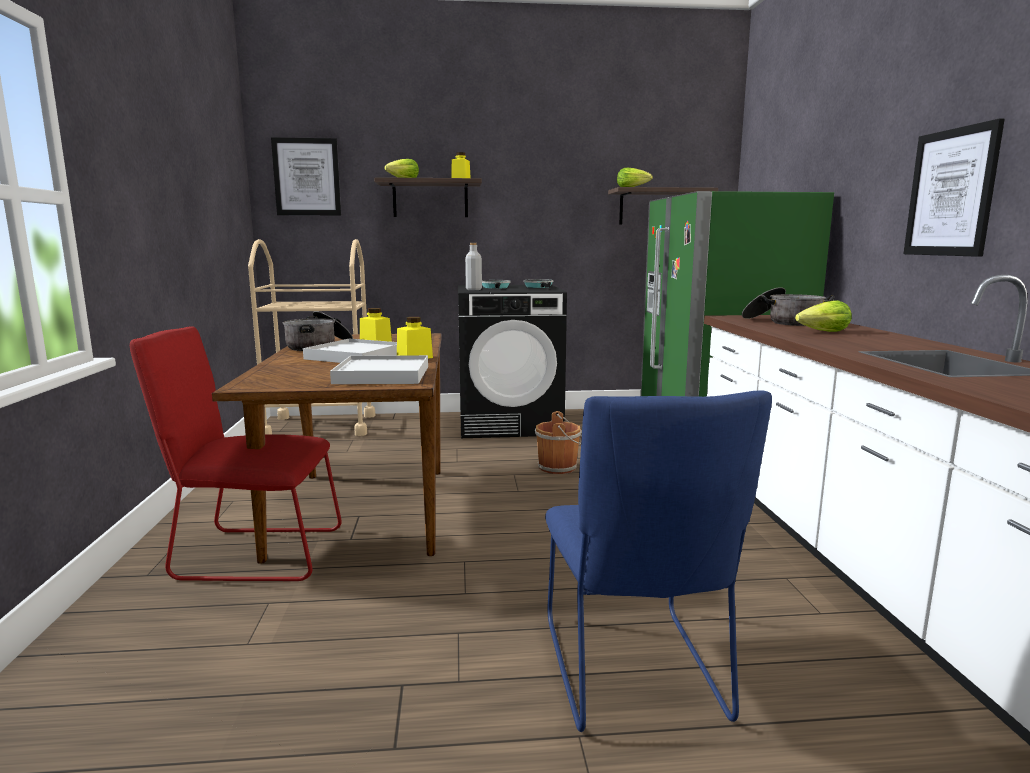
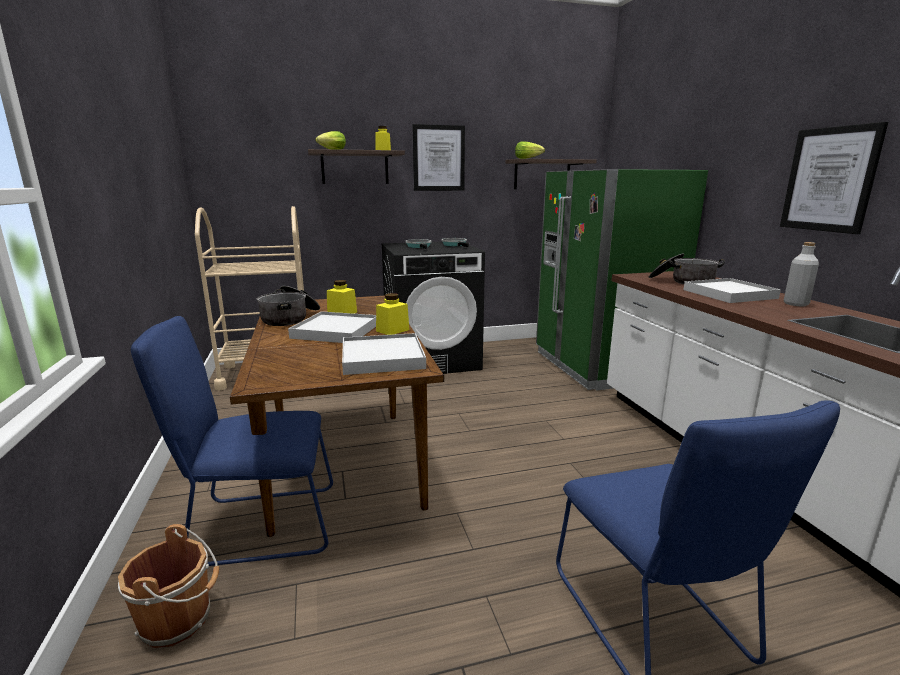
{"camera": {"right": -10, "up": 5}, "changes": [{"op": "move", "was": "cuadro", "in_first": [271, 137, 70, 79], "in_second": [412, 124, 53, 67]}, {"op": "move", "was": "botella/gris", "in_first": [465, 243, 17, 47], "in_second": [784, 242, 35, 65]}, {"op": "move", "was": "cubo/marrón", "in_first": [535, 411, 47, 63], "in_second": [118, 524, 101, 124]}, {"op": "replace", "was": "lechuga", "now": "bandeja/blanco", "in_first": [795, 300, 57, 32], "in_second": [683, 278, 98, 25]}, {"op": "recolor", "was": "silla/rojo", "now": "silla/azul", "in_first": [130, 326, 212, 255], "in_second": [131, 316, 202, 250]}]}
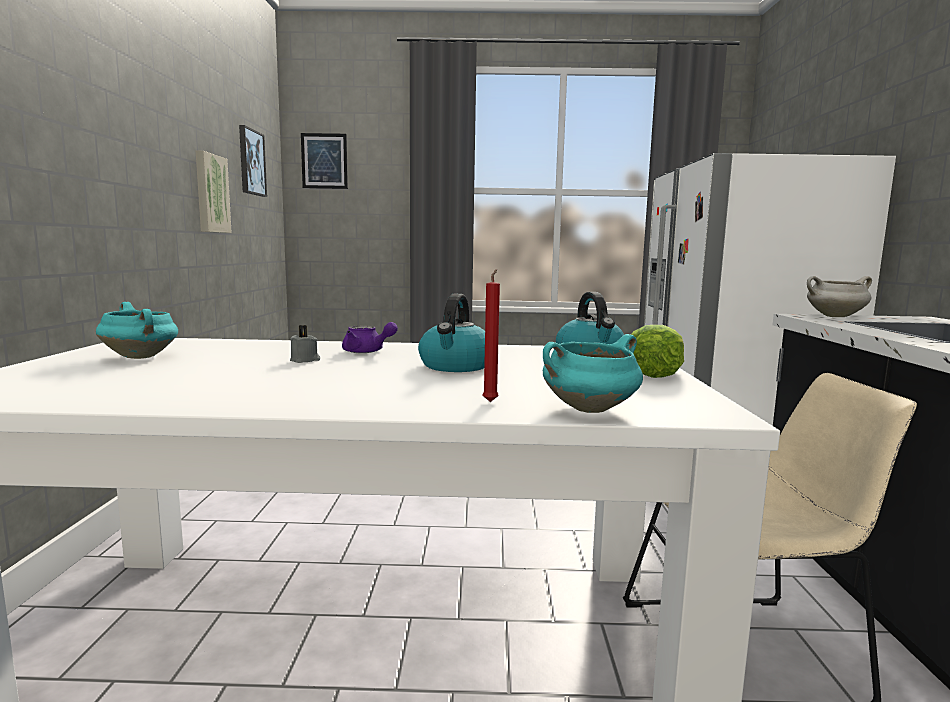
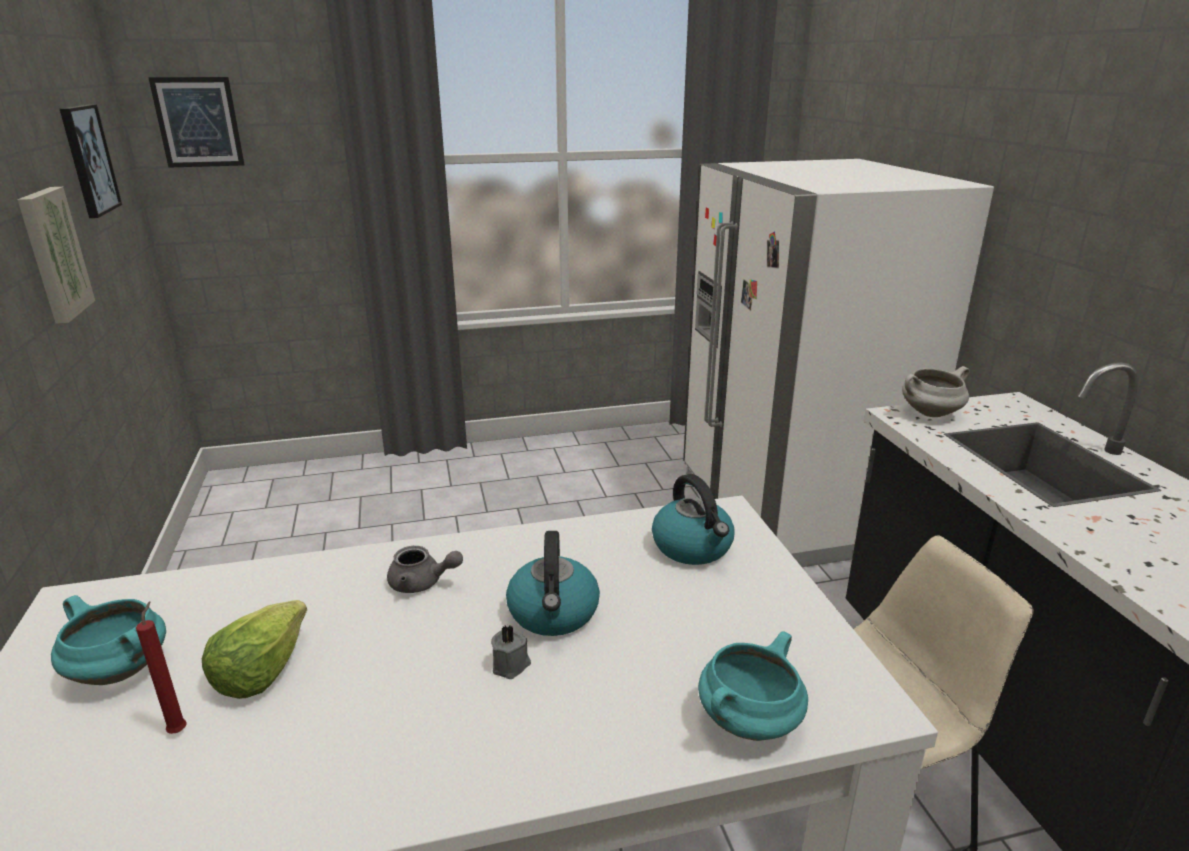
{"camera": {"right": -15, "up": 15}, "changes": [{"op": "move", "was": "vela/gris", "in_first": [290, 325, 30, 38], "in_second": [491, 626, 40, 53]}, {"op": "move", "was": "vela/rojo", "in_first": [482, 269, 18, 133], "in_second": [136, 601, 51, 133]}, {"op": "move", "was": "lechuga", "in_first": [631, 325, 53, 53], "in_second": [202, 600, 105, 99]}, {"op": "recolor", "was": "tetera/morado", "now": "tetera/gris", "in_first": [342, 322, 56, 31], "in_second": [387, 546, 76, 47]}]}
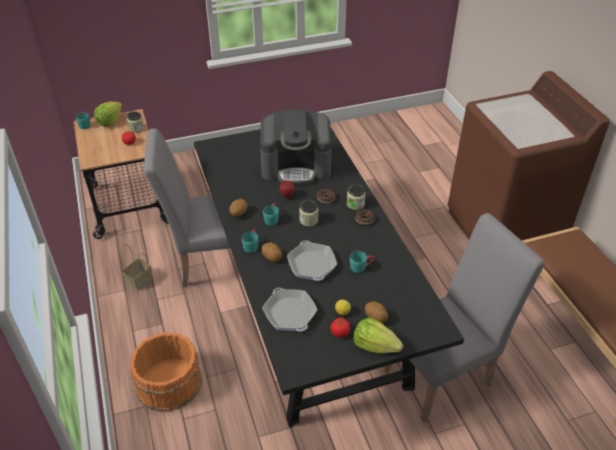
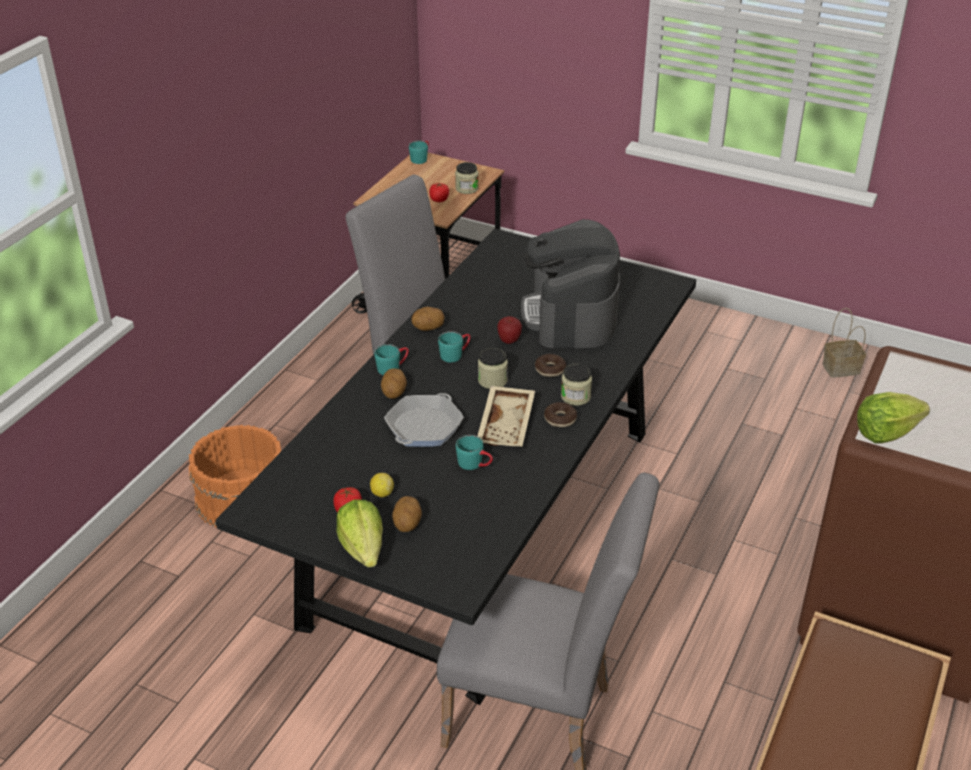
{"camera": {"right": 45, "up": -5}, "changes": [{"op": "delete", "was": "sartén", "in_first": [262, 288, 56, 43]}, {"op": "insert", "now": "bandeja/beis", "in_second": [477, 386, 58, 61]}, {"op": "move", "was": "lechuga", "in_first": [94, 102, 28, 25], "in_second": [857, 392, 73, 51]}, {"op": "move", "was": "cesta", "in_first": [120, 244, 33, 46], "in_second": [823, 308, 43, 70]}, {"op": "rotate", "was": "cafetera", "in_first": [260, 109, 72, 75], "in_second": [521, 219, 99, 129], "clockwise": 45}]}
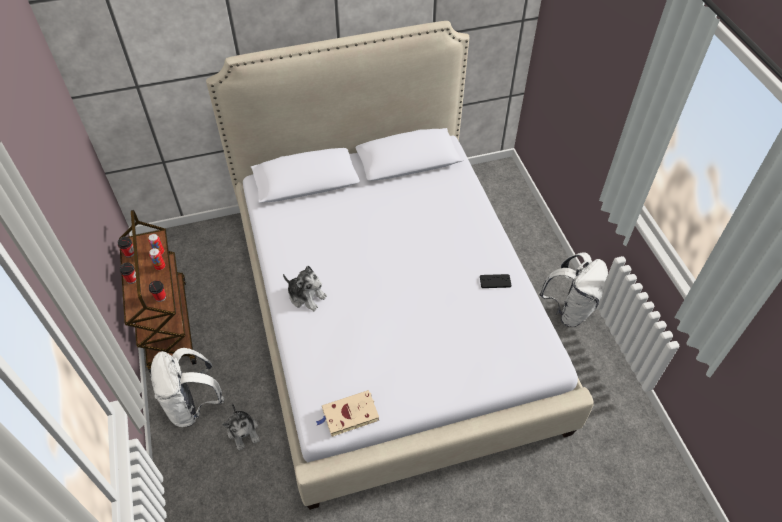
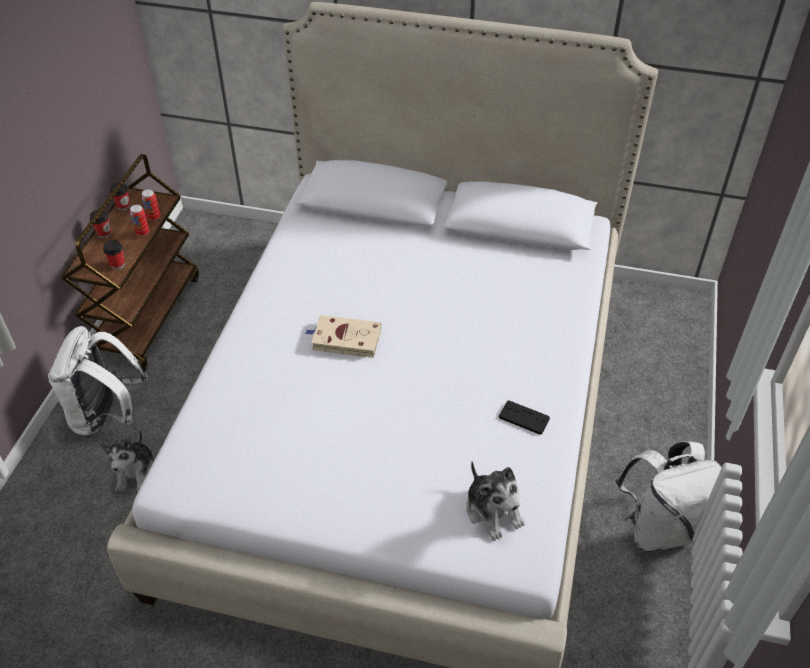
{"camera": {"right": 30, "up": -5}, "changes": [{"op": "move", "was": "peluche", "in_first": [283, 266, 44, 45], "in_second": [466, 461, 59, 80]}, {"op": "move", "was": "libro/beis", "in_first": [316, 390, 63, 47], "in_second": [305, 315, 76, 43]}]}
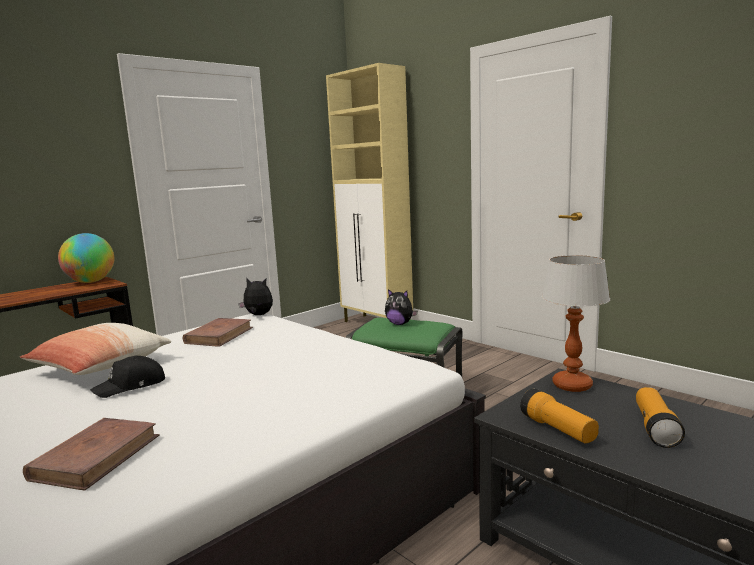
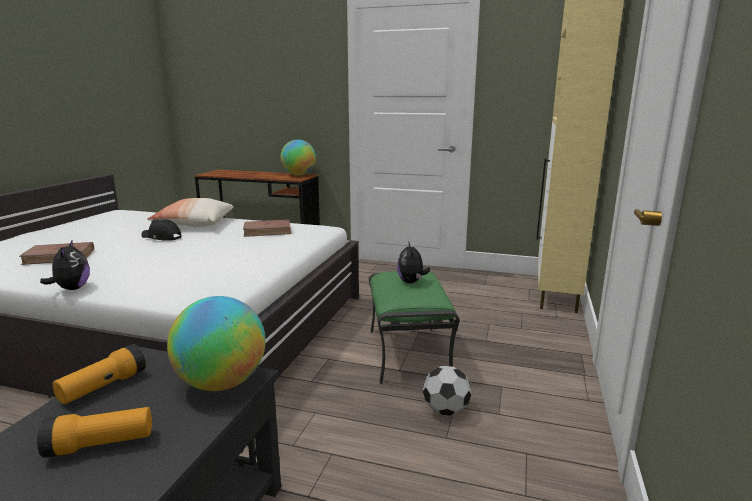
{"camera": {"right": 60, "up": 5}, "changes": [{"op": "insert", "now": "balón de fútbol", "in_second": [423, 366, 48, 50]}, {"op": "move", "was": "peluche", "in_first": [238, 279, 35, 36], "in_second": [40, 239, 50, 51]}, {"op": "replace", "was": "lámpara de mesa", "now": "globo terráqueo", "in_first": [542, 255, 68, 137], "in_second": [167, 296, 99, 95]}]}
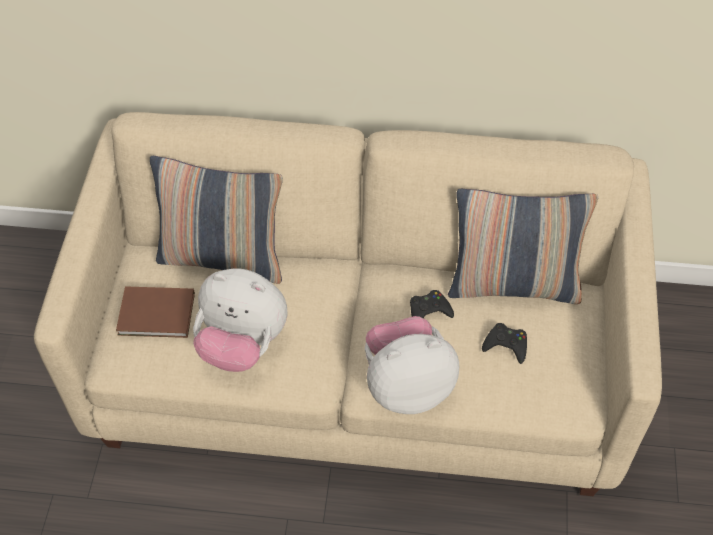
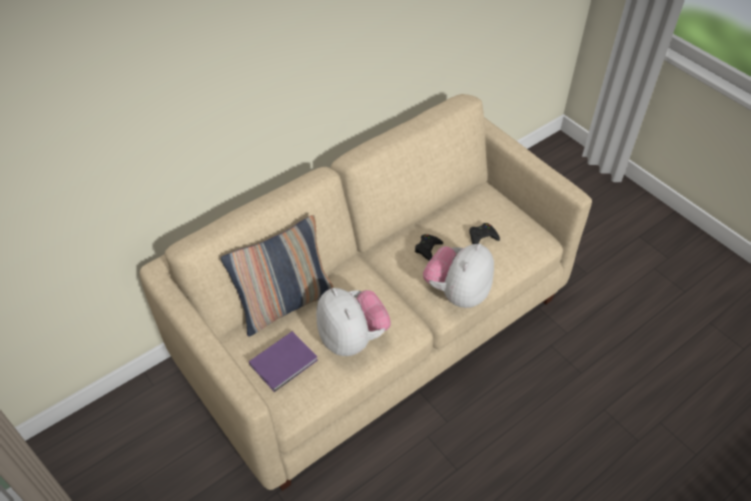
{"camera": {"right": -45, "up": -5}, "changes": [{"op": "delete", "was": "cojín", "in_first": [448, 189, 150, 115]}, {"op": "recolor", "was": "libro/marrón", "now": "libro/morado", "in_first": [116, 286, 79, 52], "in_second": [249, 331, 69, 61]}, {"op": "rotate", "was": "peluche", "in_first": [193, 268, 94, 104], "in_second": [316, 288, 75, 68], "clockwise": -90}]}
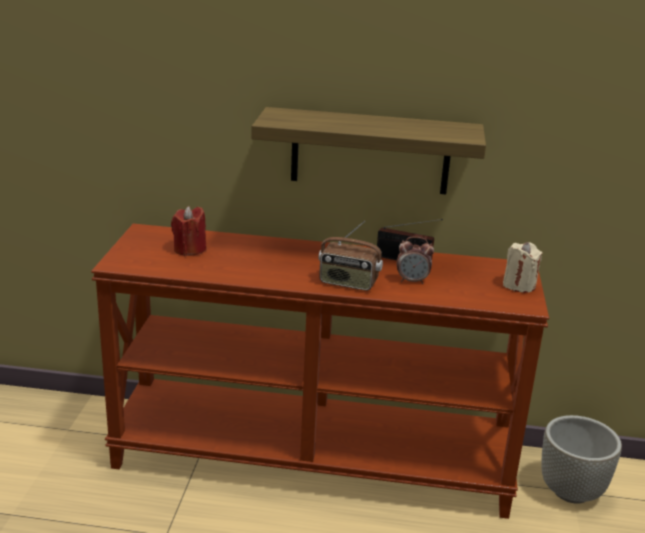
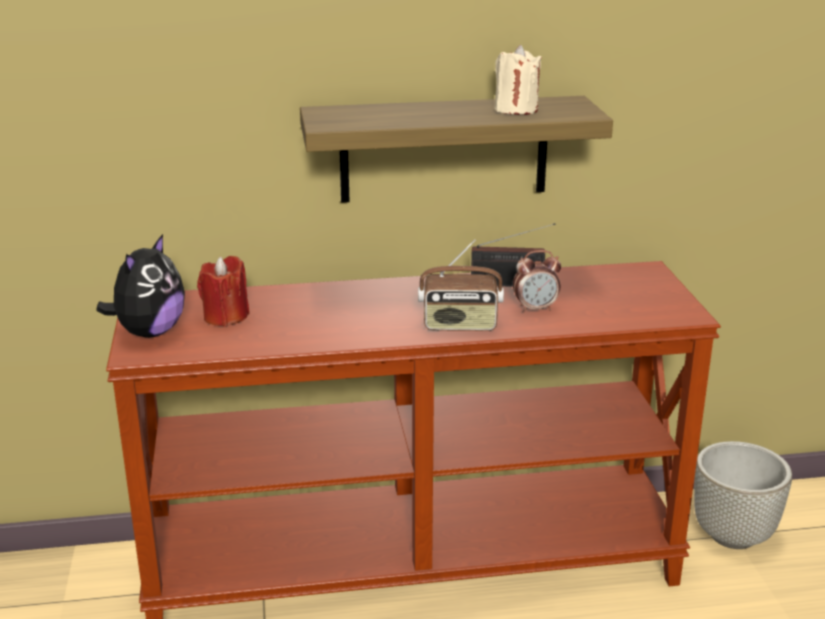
{"camera": {"right": -15, "up": 0}, "changes": [{"op": "insert", "now": "peluche", "in_second": [96, 234, 89, 104]}, {"op": "move", "was": "vela/beis", "in_first": [503, 242, 40, 51], "in_second": [494, 45, 48, 70]}]}
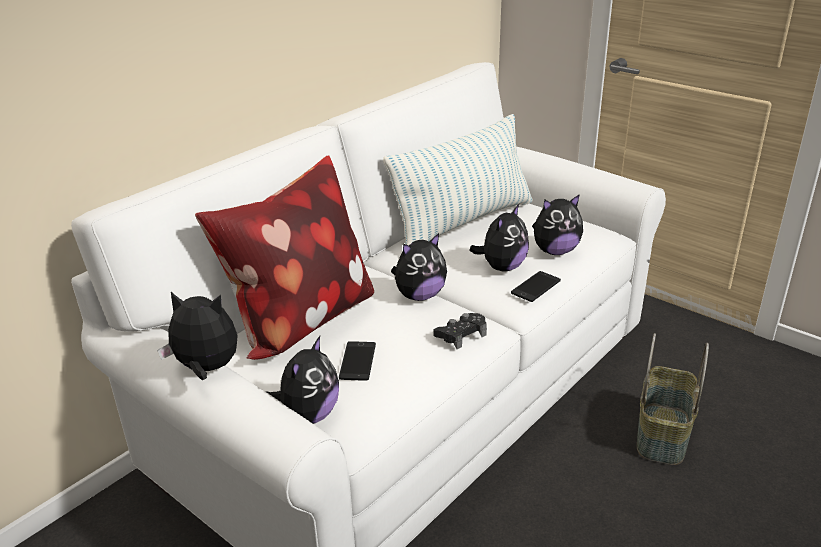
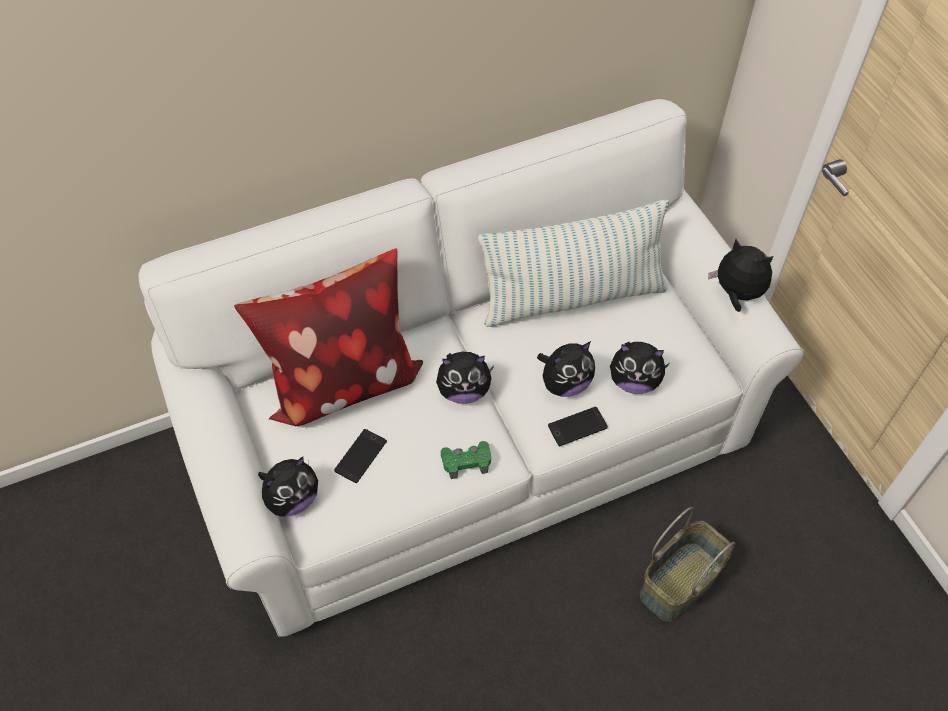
{"camera": {"right": 25, "up": 25}, "changes": [{"op": "move", "was": "peluche", "in_first": [157, 292, 81, 88], "in_second": [708, 239, 66, 73]}, {"op": "recolor", "was": "mando de consola/negro", "now": "mando de consola/verde", "in_first": [433, 313, 54, 36], "in_second": [441, 441, 50, 38]}]}
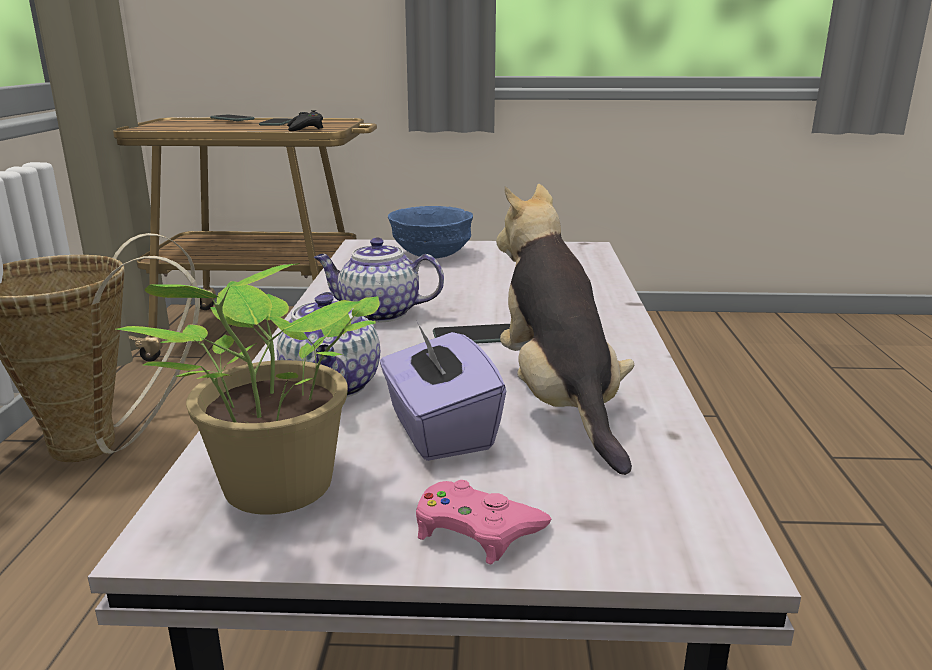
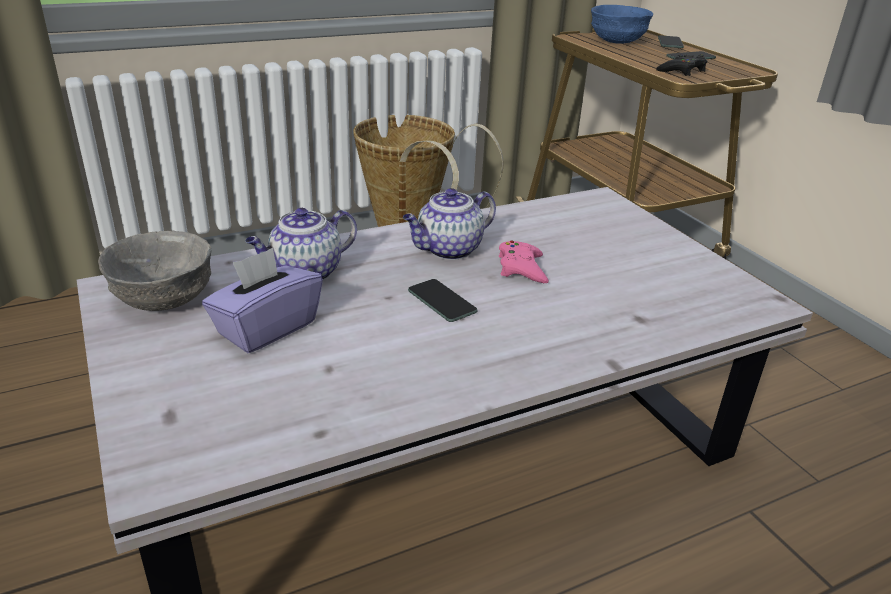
{"camera": {"right": 60, "up": 10}, "changes": [{"op": "delete", "was": "peluche", "in_first": [496, 184, 138, 291]}, {"op": "move", "was": "cuenco/azul", "in_first": [388, 206, 85, 52], "in_second": [591, 5, 62, 39]}, {"op": "move", "was": "mando de consola/rosa", "in_first": [416, 480, 135, 84], "in_second": [499, 240, 50, 43]}, {"op": "replace", "was": "planta en maceta", "now": "cuenco/gris", "in_first": [116, 263, 264, 252], "in_second": [98, 231, 113, 80]}, {"op": "rotate", "was": "tetera", "in_first": [314, 238, 130, 85], "in_second": [403, 188, 93, 72], "clockwise": -105}]}
